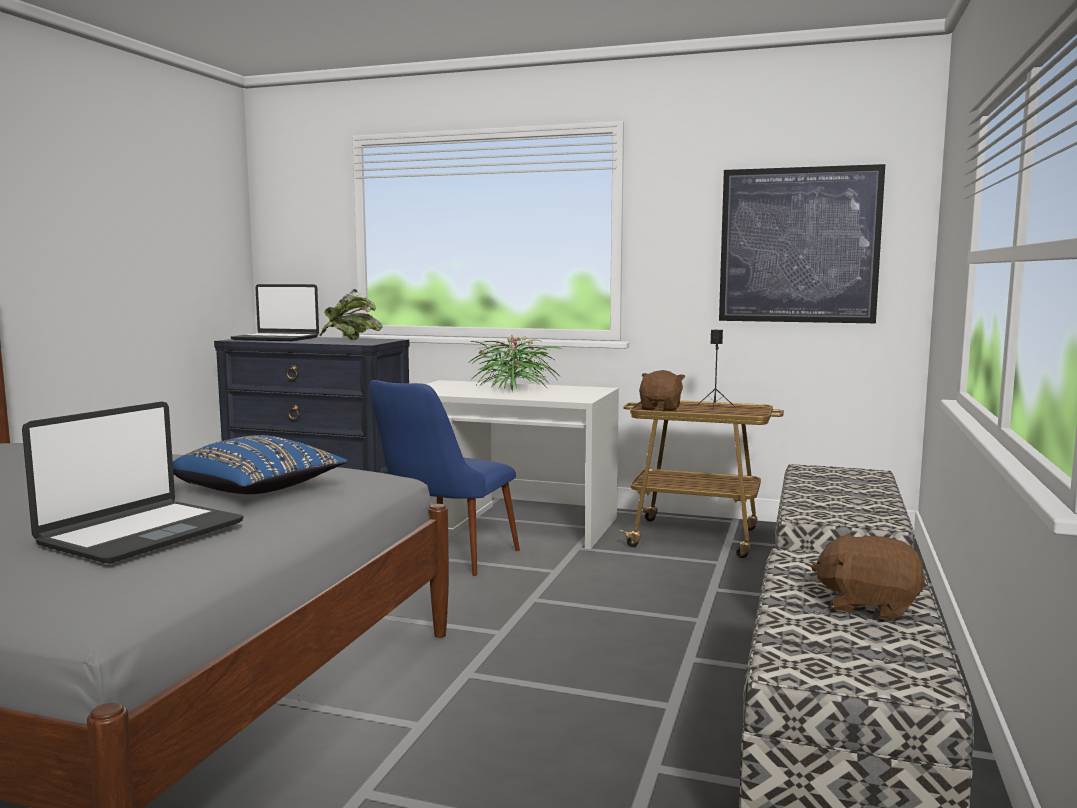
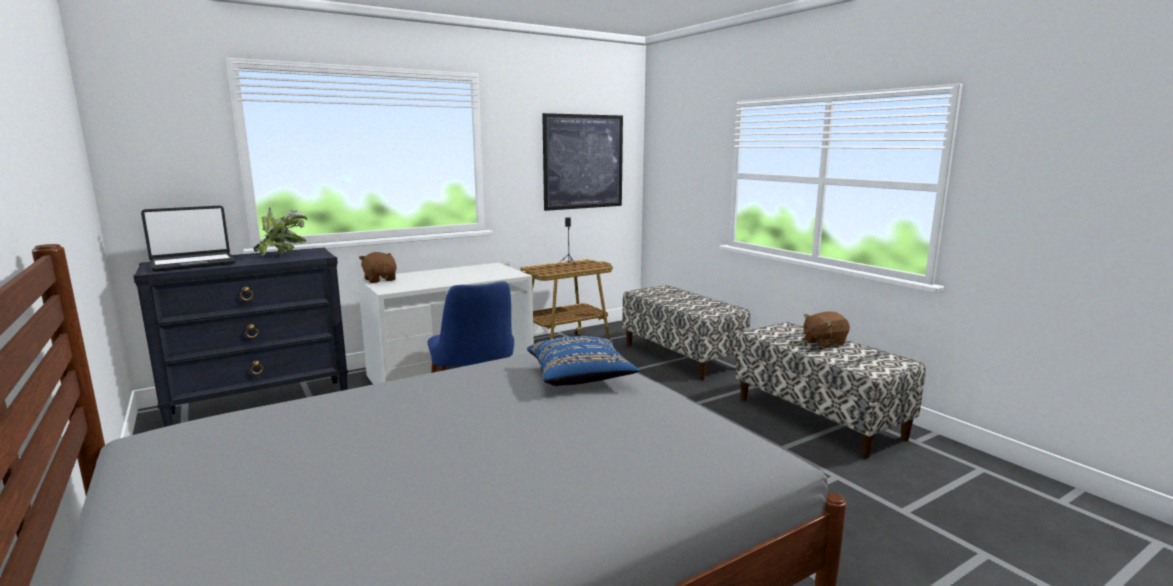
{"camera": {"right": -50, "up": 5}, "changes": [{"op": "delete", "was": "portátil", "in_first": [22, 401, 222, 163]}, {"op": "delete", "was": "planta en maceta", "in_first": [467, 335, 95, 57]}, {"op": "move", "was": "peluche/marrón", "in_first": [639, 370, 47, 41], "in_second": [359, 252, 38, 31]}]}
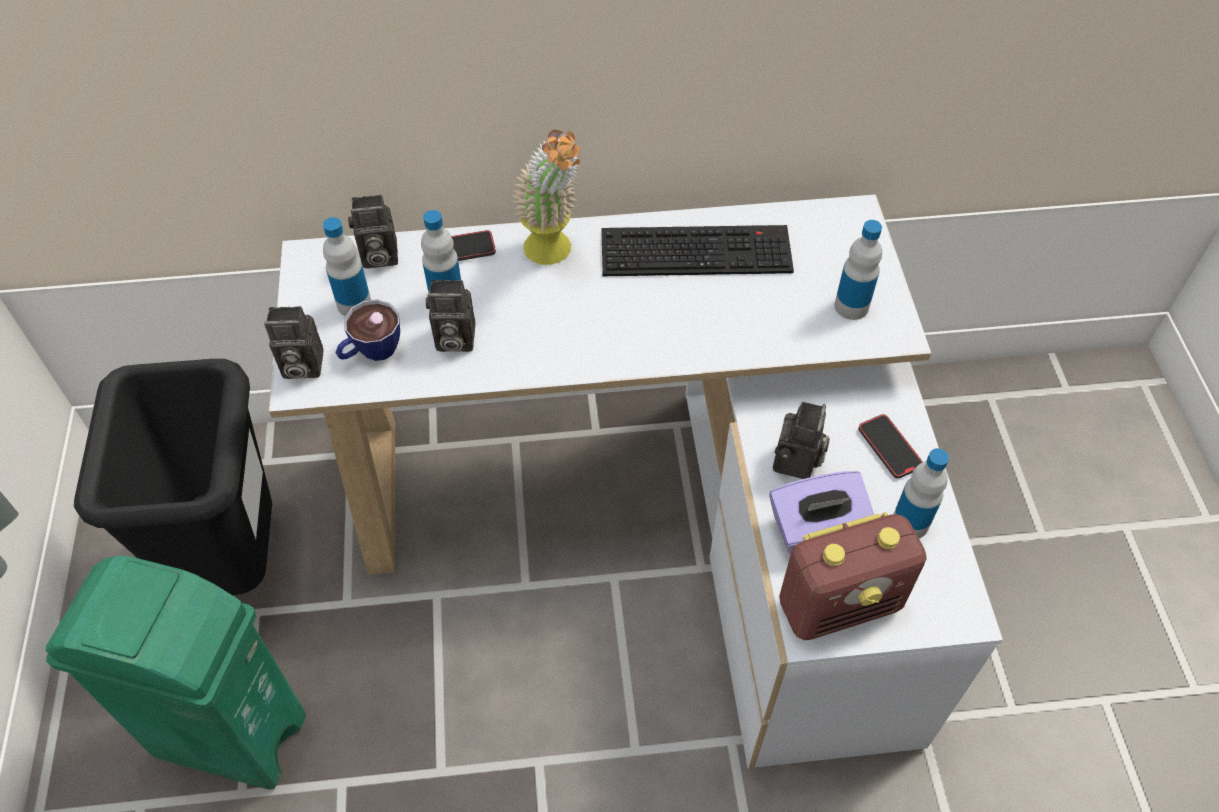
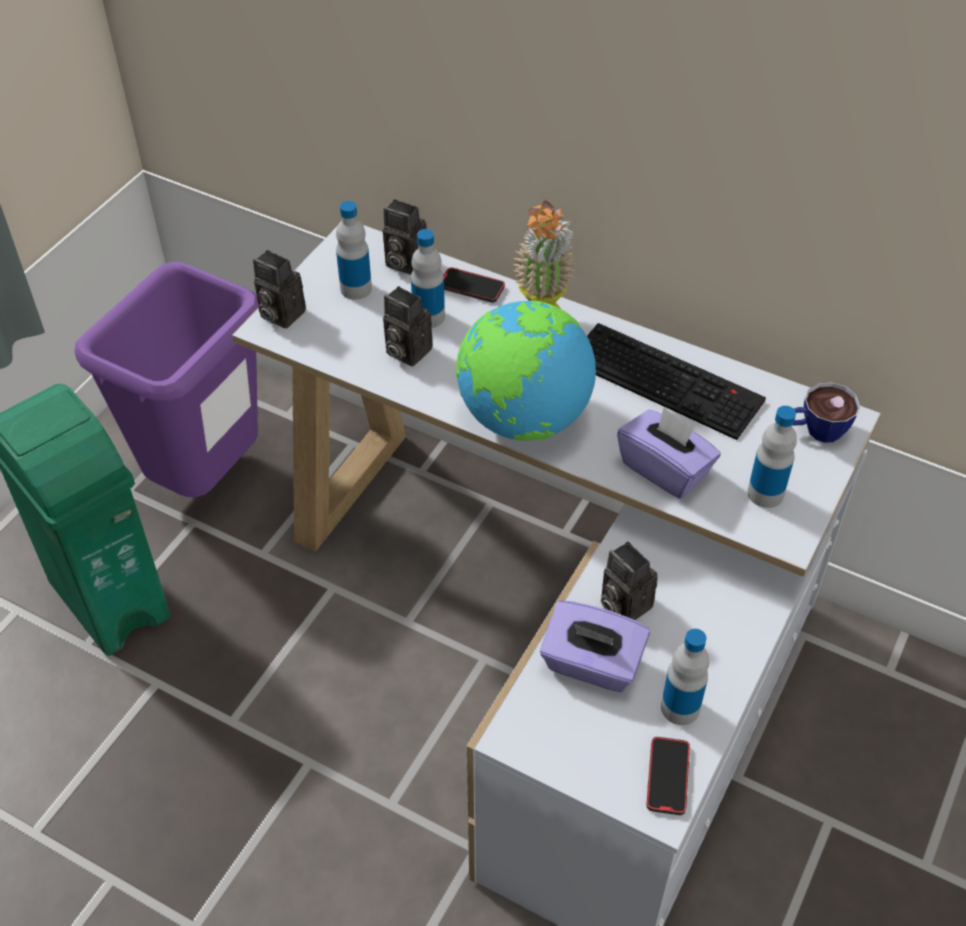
{"camera": {"right": 35, "up": -5}, "changes": [{"op": "delete", "was": "radio", "in_first": [779, 512, 147, 128]}, {"op": "insert", "now": "globo terráqueo", "in_second": [456, 301, 140, 140]}, {"op": "insert", "now": "caja de pañuelos/morado", "in_second": [617, 407, 104, 92]}, {"op": "move", "was": "taza", "in_first": [335, 299, 65, 62], "in_second": [793, 382, 67, 61]}, {"op": "move", "was": "móvil", "in_first": [858, 414, 65, 65], "in_second": [646, 737, 44, 78]}, {"op": "recolor", "was": "papelera/negro", "now": "papelera/morado", "in_first": [74, 359, 198, 236], "in_second": [74, 262, 185, 235]}, {"op": "rotate", "was": "cámara", "in_first": [773, 401, 57, 78], "in_second": [601, 542, 56, 78], "clockwise": 90}]}
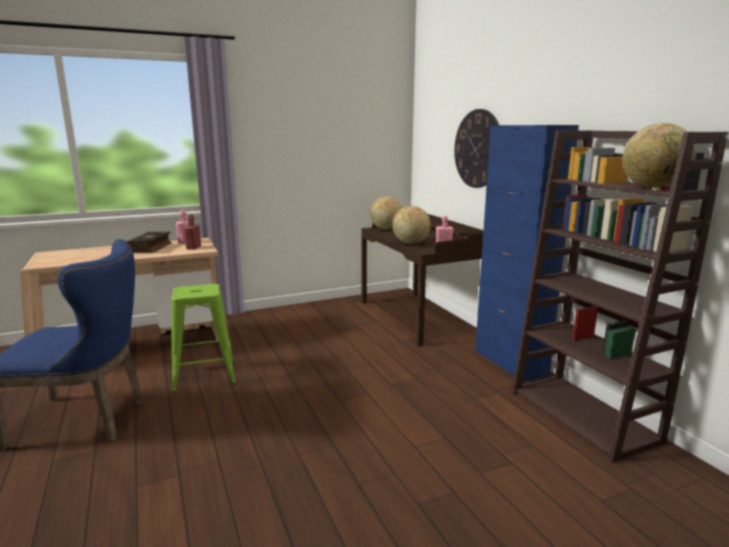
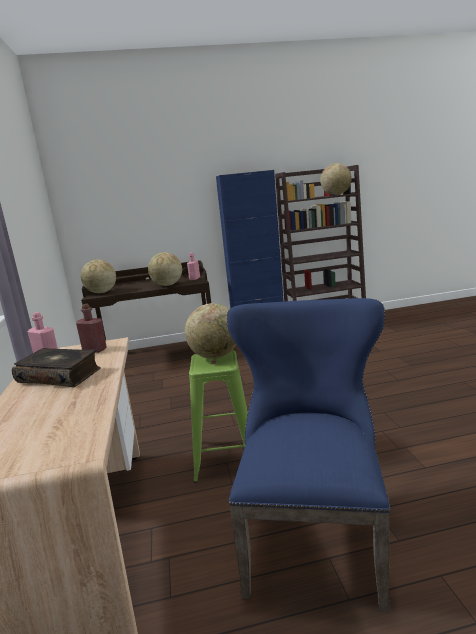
{"camera": {"right": -75, "up": 0}, "changes": [{"op": "delete", "was": "reloj de pared", "in_first": [454, 109, 45, 79]}, {"op": "insert", "now": "globo terráqueo", "in_second": [185, 303, 51, 56]}]}
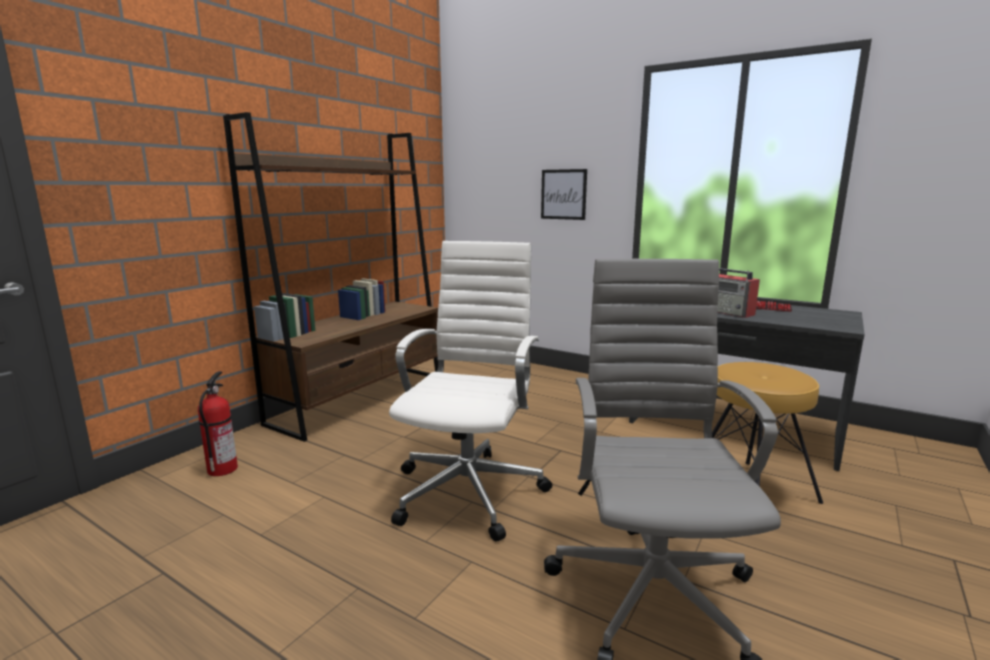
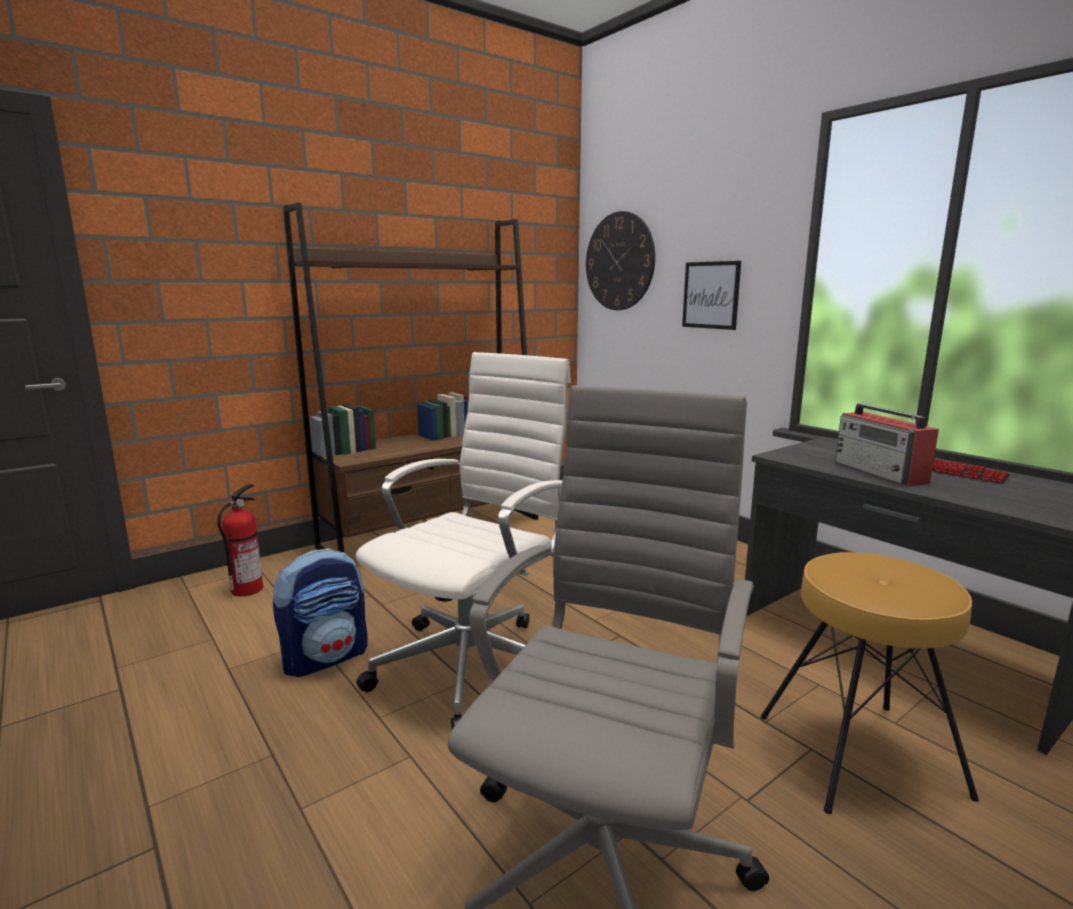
{"camera": {"right": 20, "up": 0}, "changes": [{"op": "insert", "now": "mochila", "in_second": [273, 548, 95, 129]}, {"op": "insert", "now": "reloj de pared", "in_second": [586, 211, 69, 99]}]}
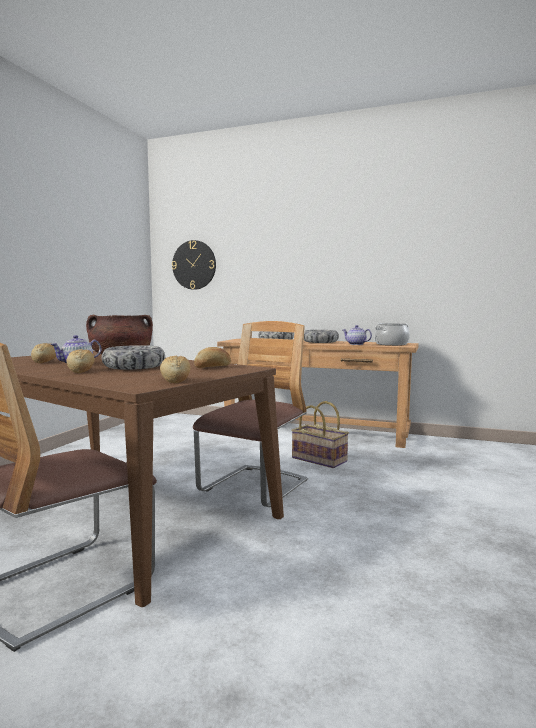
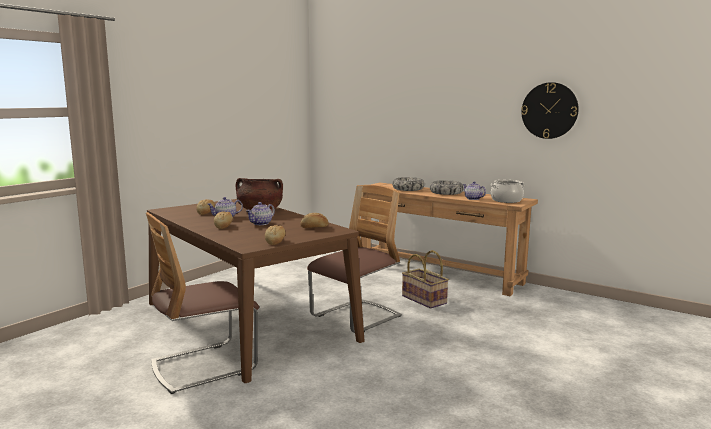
{"camera": {"right": 15, "up": 5}, "changes": [{"op": "move", "was": "reloj de pared", "in_first": [172, 240, 44, 50], "in_second": [522, 82, 57, 57]}, {"op": "replace", "was": "cuenco", "now": "tetera", "in_first": [102, 345, 63, 25], "in_second": [246, 202, 29, 23]}]}
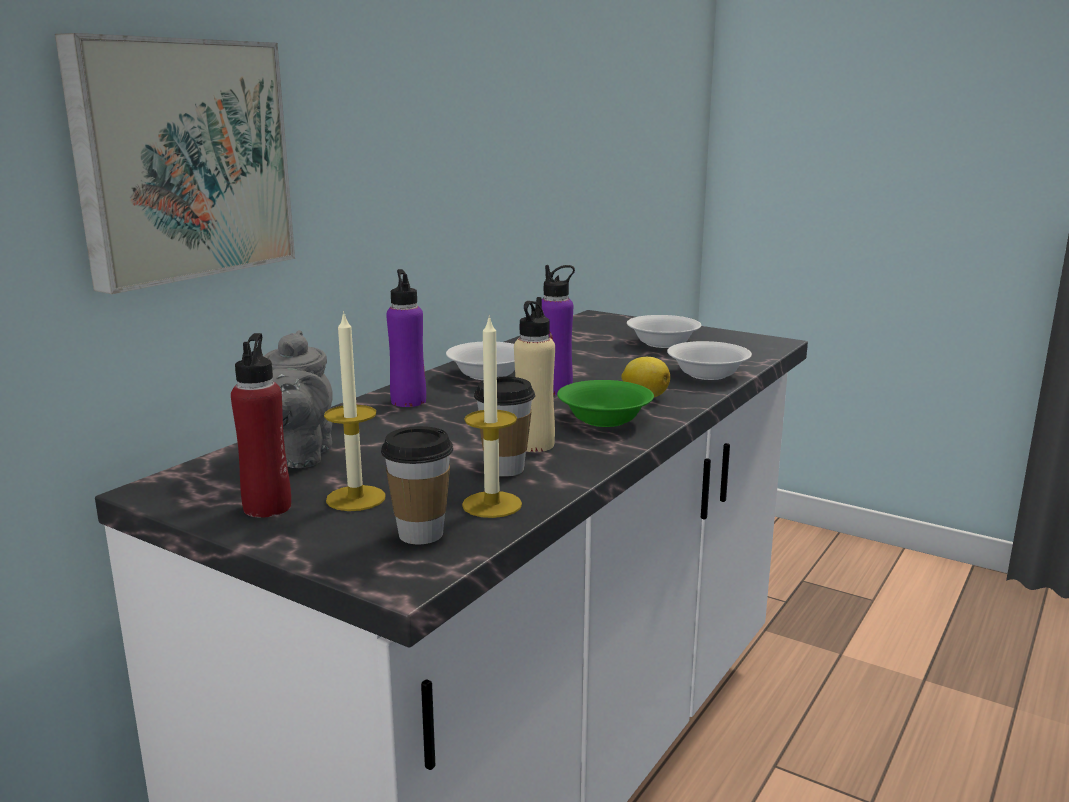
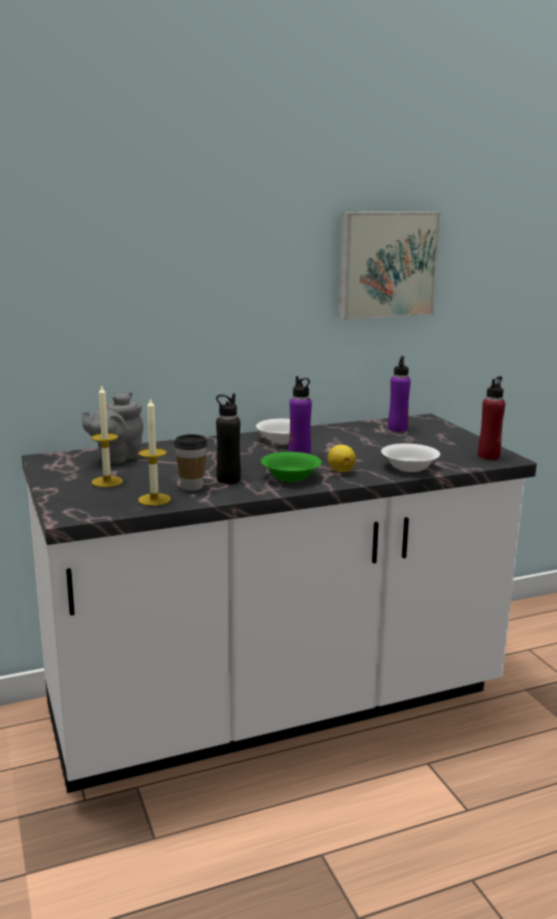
{"camera": {"right": 35, "up": 0}, "changes": [{"op": "delete", "was": "taza", "in_first": [381, 426, 72, 118]}, {"op": "delete", "was": "cuenco/blanco", "in_first": [627, 315, 75, 33]}, {"op": "move", "was": "cuadro", "in_first": [55, 33, 240, 261], "in_second": [338, 212, 103, 108]}, {"op": "move", "was": "botella/rojo", "in_first": [231, 333, 60, 185], "in_second": [478, 376, 27, 84]}, {"op": "move", "was": "botella/morado", "in_first": [386, 269, 40, 138], "in_second": [388, 356, 23, 76]}, {"op": "recolor", "was": "botella/beis", "now": "botella/negro", "in_first": [514, 297, 41, 155], "in_second": [216, 393, 25, 91]}]}
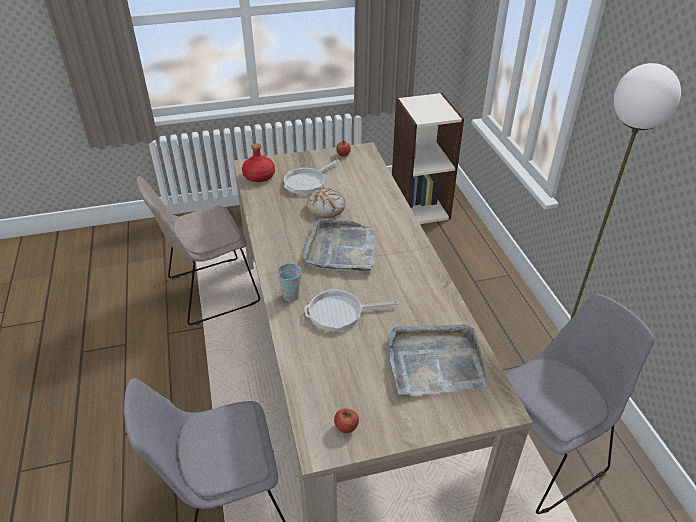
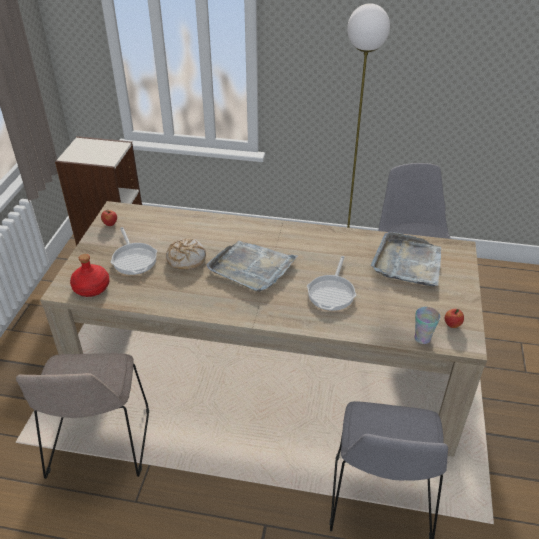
{"camera": {"right": -65, "up": 0}, "changes": [{"op": "move", "was": "taza", "in_first": [277, 264, 25, 38], "in_second": [415, 307, 25, 37]}]}
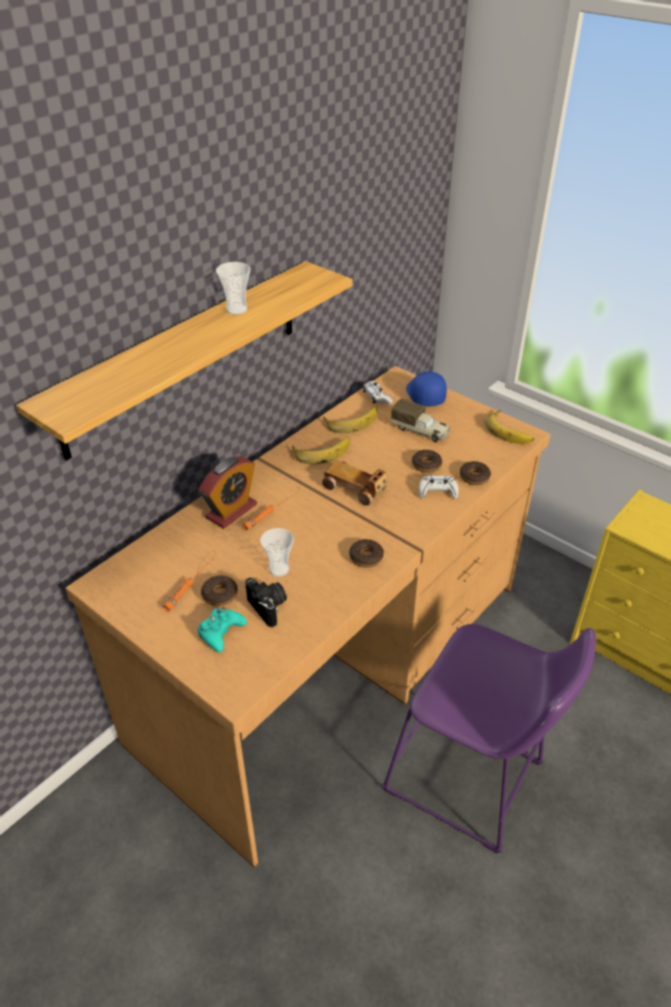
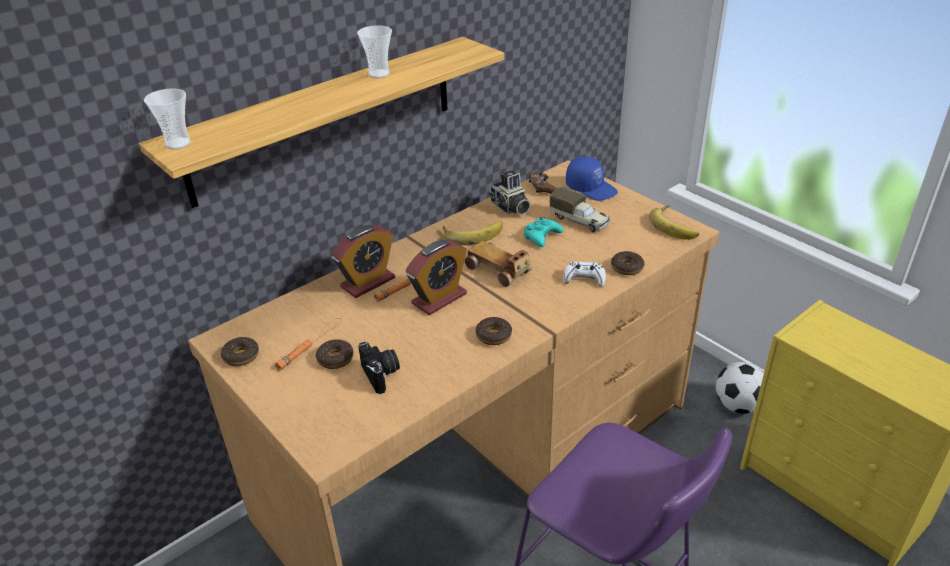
{"camera": {"right": 10, "up": -5}, "changes": [{"op": "insert", "now": "despertador", "in_second": [406, 240, 61, 75]}, {"op": "insert", "now": "balón de fútbol", "in_second": [716, 362, 48, 52]}, {"op": "move", "was": "mando de consola/turquesa", "in_first": [198, 607, 49, 45], "in_second": [524, 217, 39, 30]}, {"op": "move", "was": "taza", "in_first": [260, 528, 34, 49], "in_second": [144, 88, 47, 61]}, {"op": "move", "was": "rosquilla", "in_first": [412, 450, 30, 23], "in_second": [221, 337, 38, 29]}, {"op": "replace", "was": "plátano", "now": "cámara", "in_first": [323, 407, 55, 26], "in_second": [489, 170, 42, 45]}, {"op": "recolor", "was": "mando de consola/blanco", "now": "mando de consola/marrón", "in_first": [363, 381, 30, 23], "in_second": [529, 171, 28, 23]}, {"op": "rotate", "was": "gorra/azul", "in_first": [406, 371, 41, 35], "in_second": [566, 156, 52, 45], "clockwise": 135}]}
